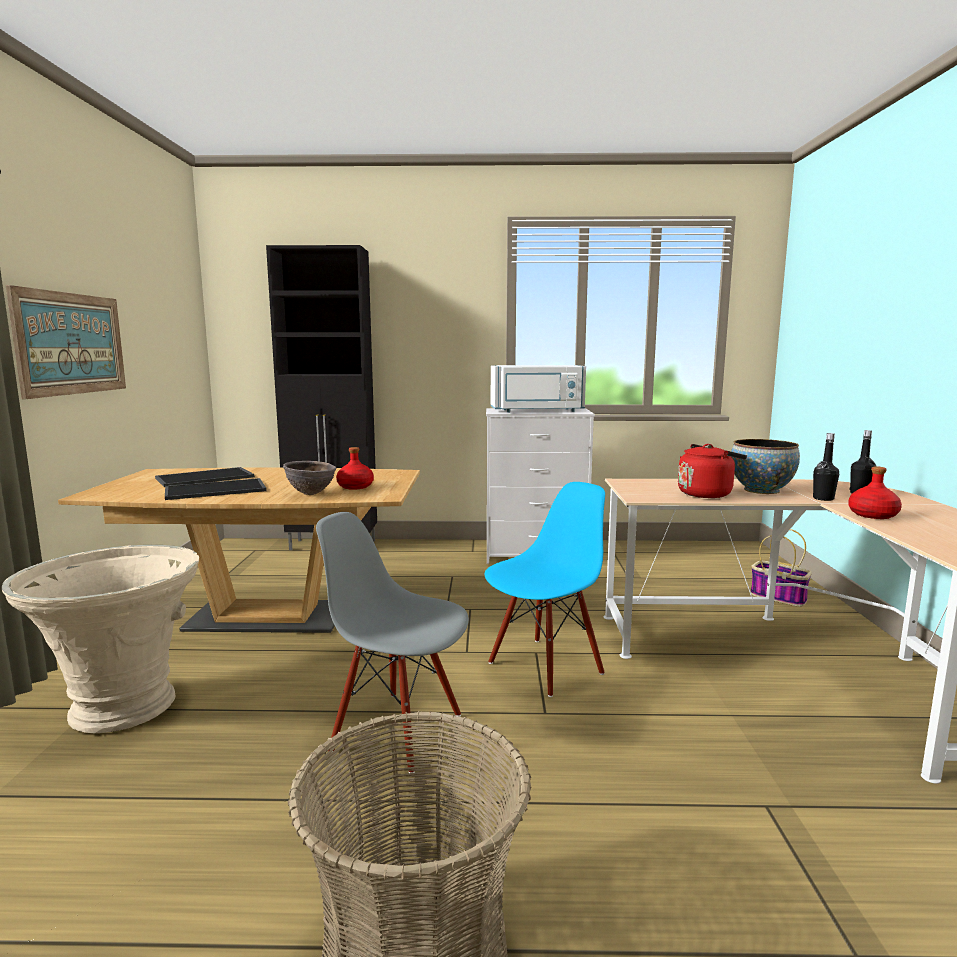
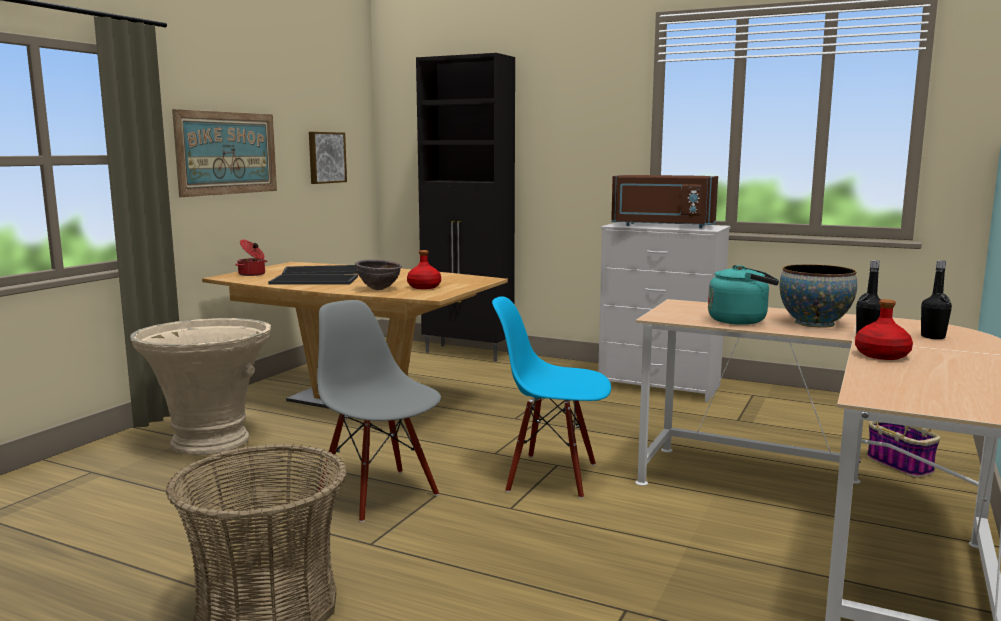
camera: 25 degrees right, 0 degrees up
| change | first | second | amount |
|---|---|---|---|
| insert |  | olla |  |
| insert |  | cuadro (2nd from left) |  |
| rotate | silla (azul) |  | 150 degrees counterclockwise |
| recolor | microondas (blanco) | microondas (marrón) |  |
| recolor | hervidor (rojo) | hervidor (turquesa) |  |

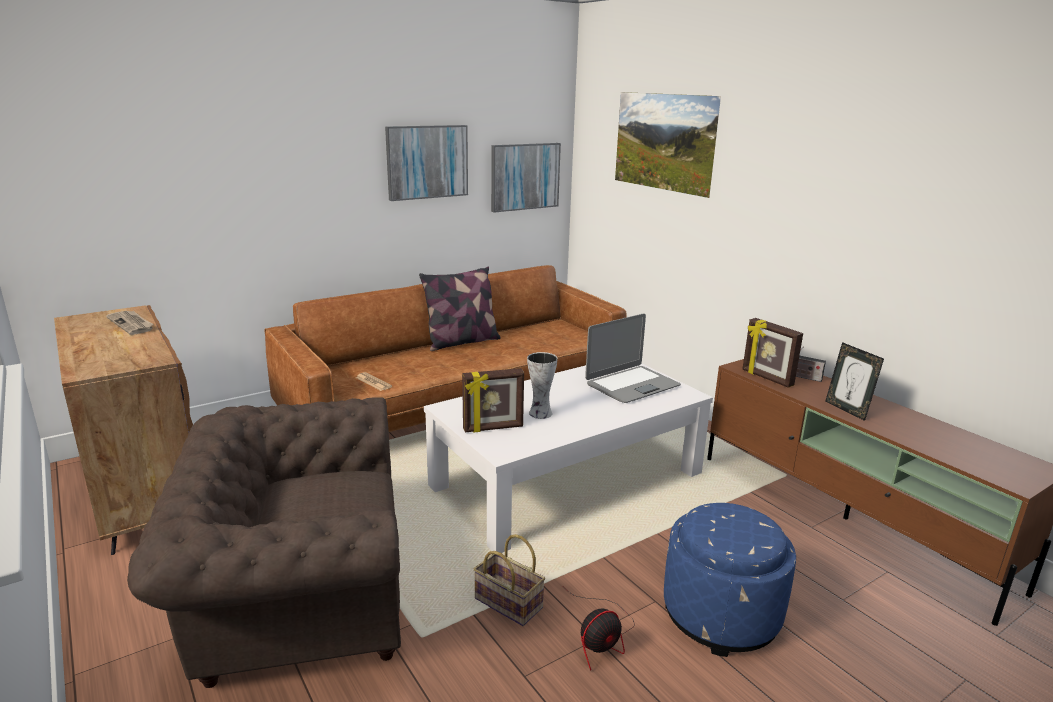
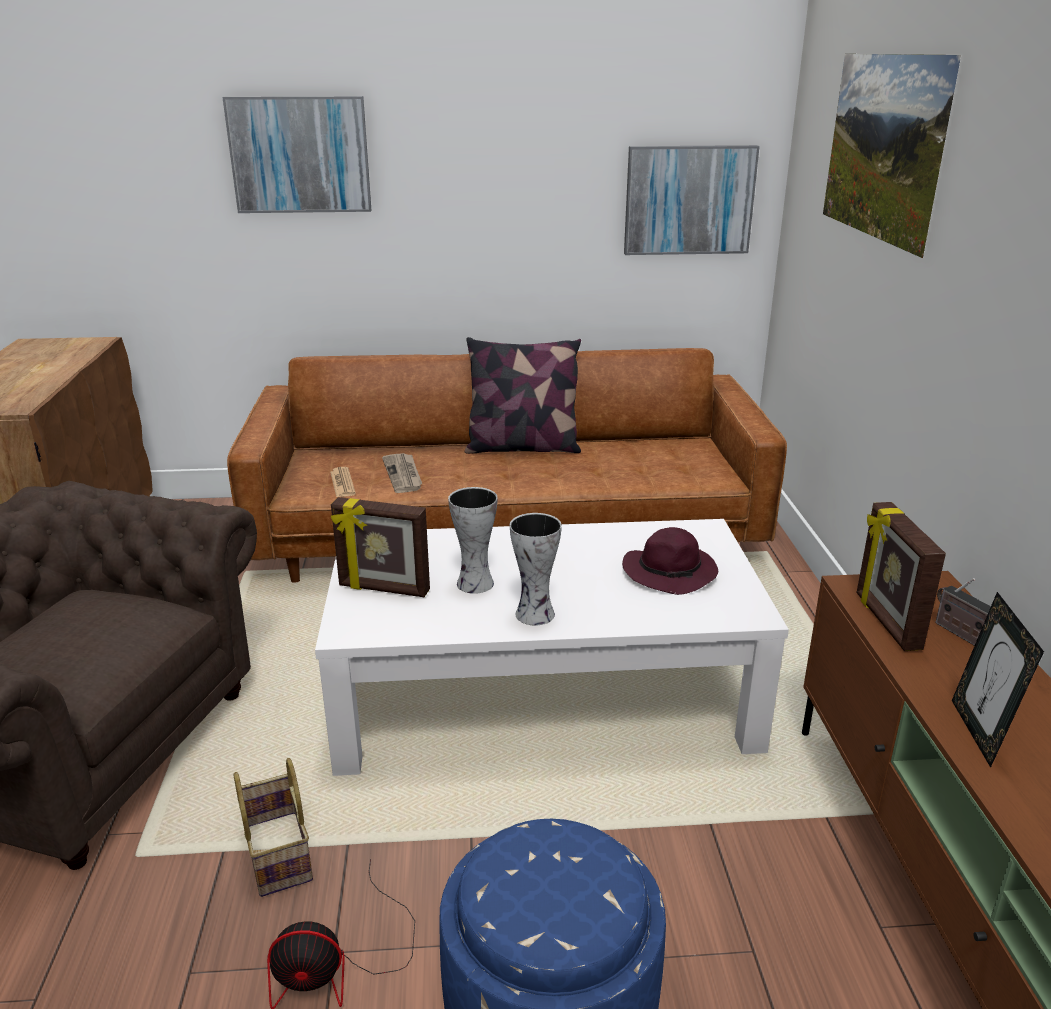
camera: 30 degrees right, 5 degrees up
| change | first | second | amount |
|---|---|---|---|
| move | cuadro (1st from left) |  |  |
| move | periódico (1st from left in the first image) | periódico (2nd from left) |  |
| insert |  | florero (2nd from left) |  |
| replace | portátil | sombrero (morado) |  |

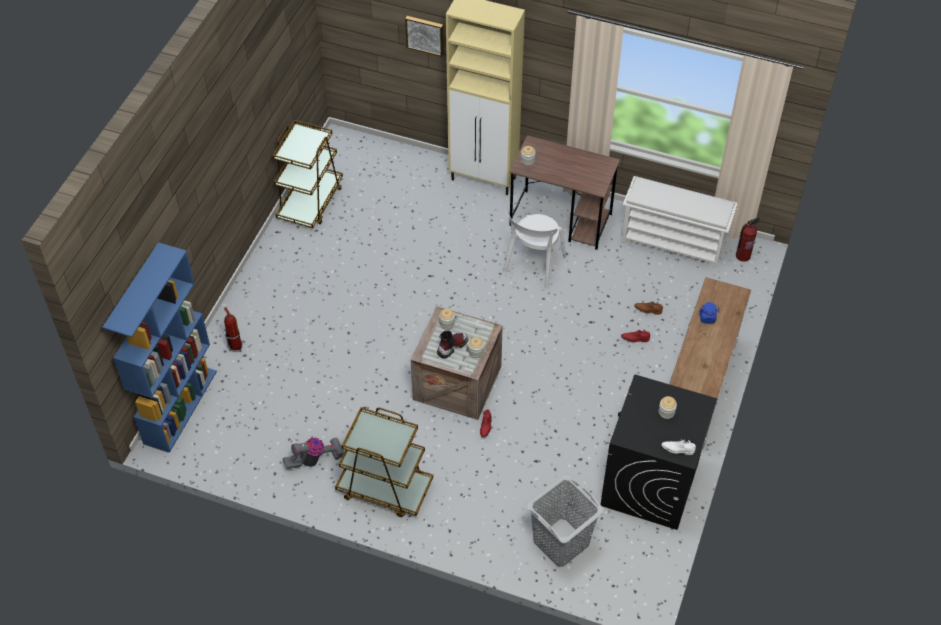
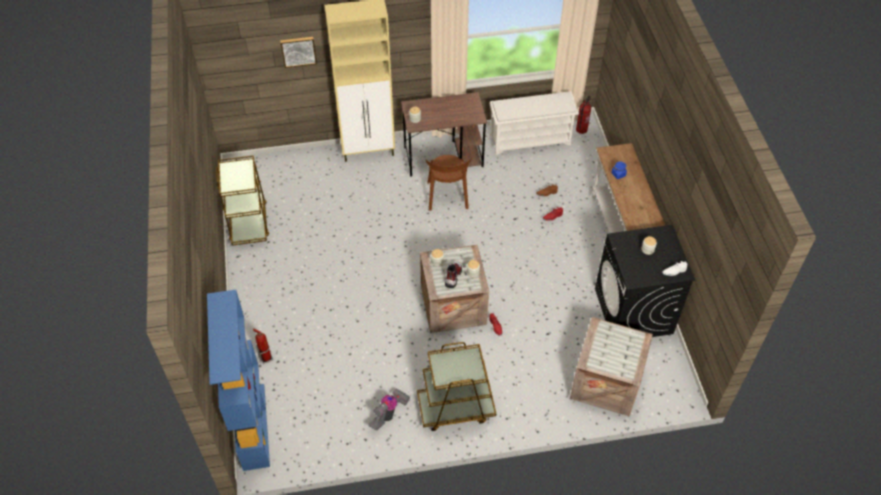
camera: 30 degrees left, 0 degrees up
| change | first | second | amount |
|---|---|---|---|
| recolor | silla (blanco) | silla (marrón) |  |
| replace | cesto de la ropa (gris) | caja de embalaje (2nd from left) |  |

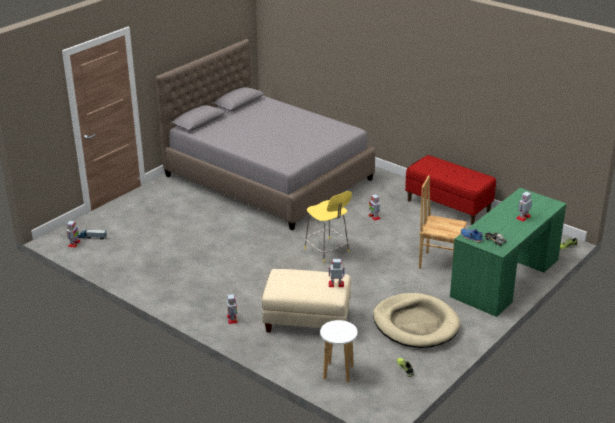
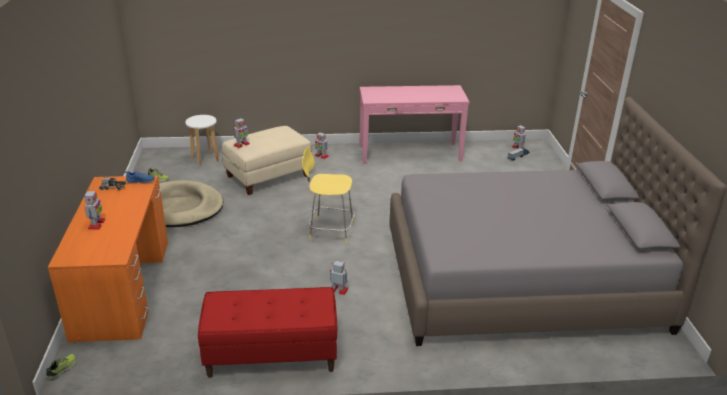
camera: 135 degrees right, 0 degrees up
| change | first | second | amount |
|---|---|---|---|
| recolor | escritorio (verde) | escritorio (naranja) |  |
| insert |  | mesa consola (rosa) |  |
| delete | silla (marrón) |  |  |

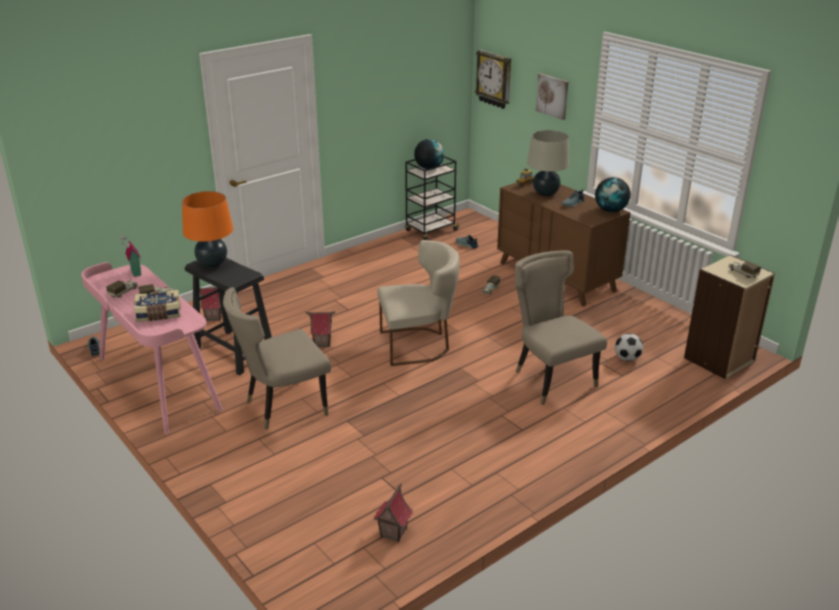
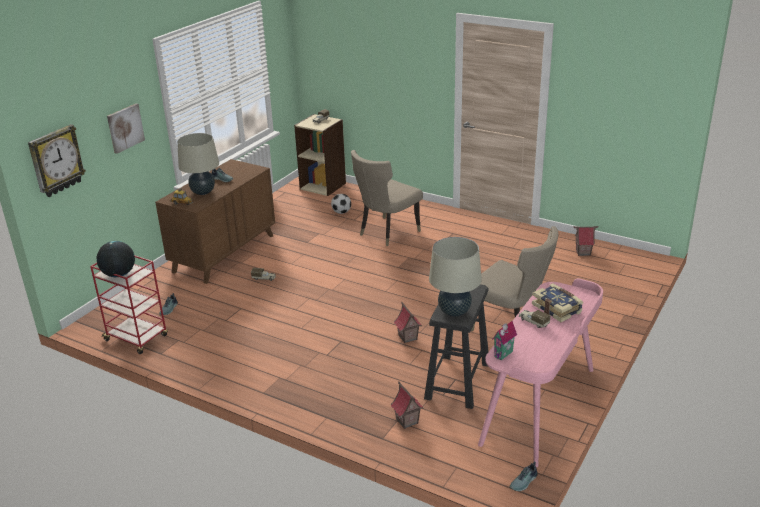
camera: 110 degrees left, 0 degrees up
| change | first | second | amount |
|---|---|---|---|
| recolor | carrito (negro) | carrito (rojo) |  |
| recolor | lámpara de mesa (naranja) | lámpara de mesa (beis) (2nd from left) |  |
| delete | camión de juguete (1st from left) |  |  |
| delete | silla (beis) (2nd from left) |  |  |
| delete | globo terráqueo (2nd from left) |  |  |

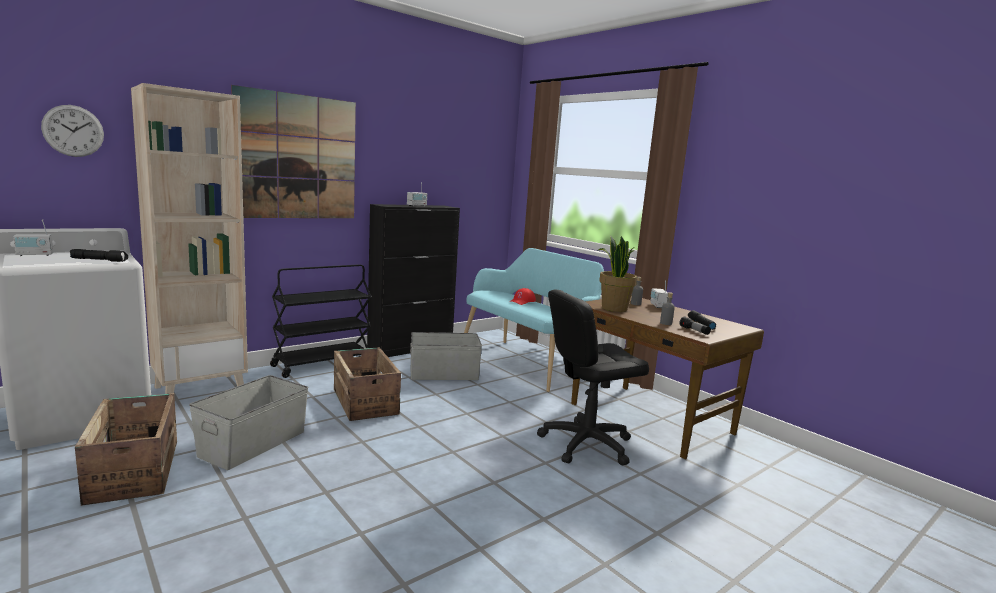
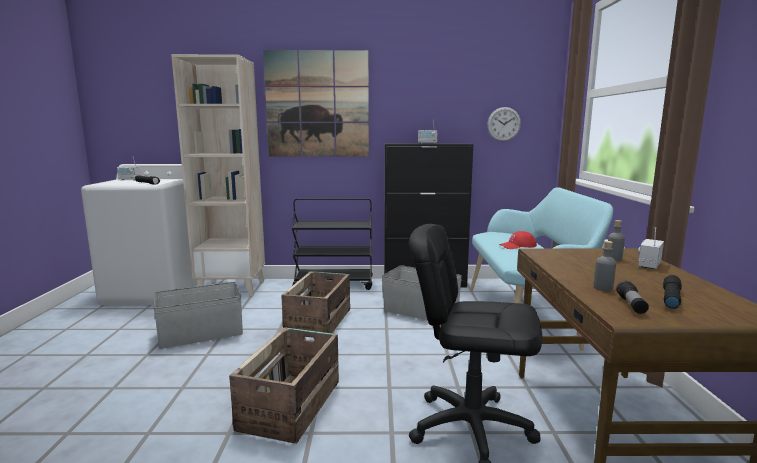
camera: 40 degrees right, 0 degrees up
| change | first | second | amount |
|---|---|---|---|
| move | caja de embalaje (1st from left) |  |  |
| move | reloj de pared |  |  |
| delete | planta en maceta |  |  |

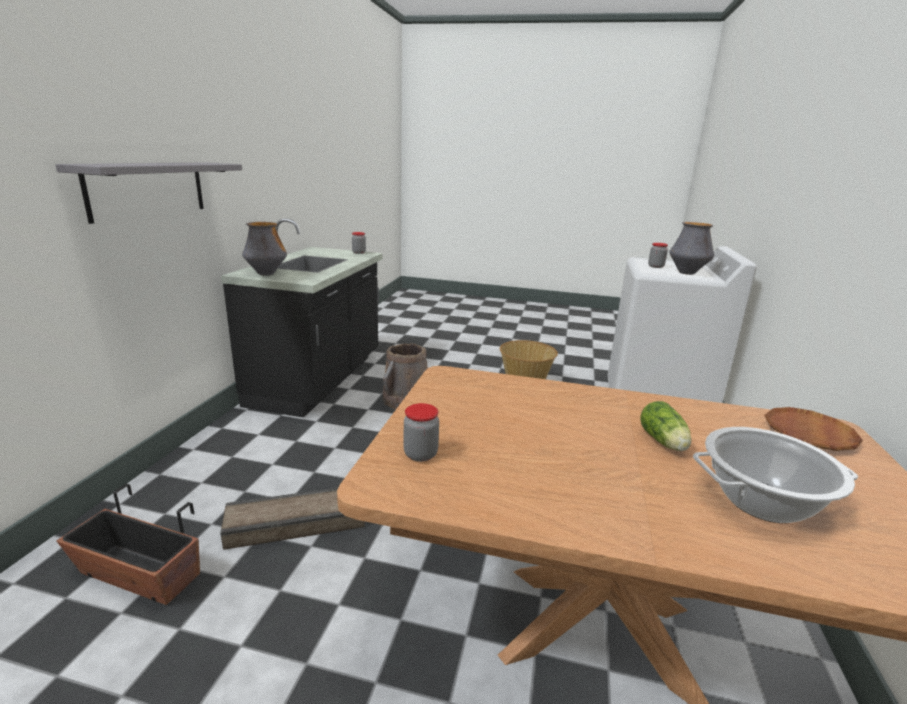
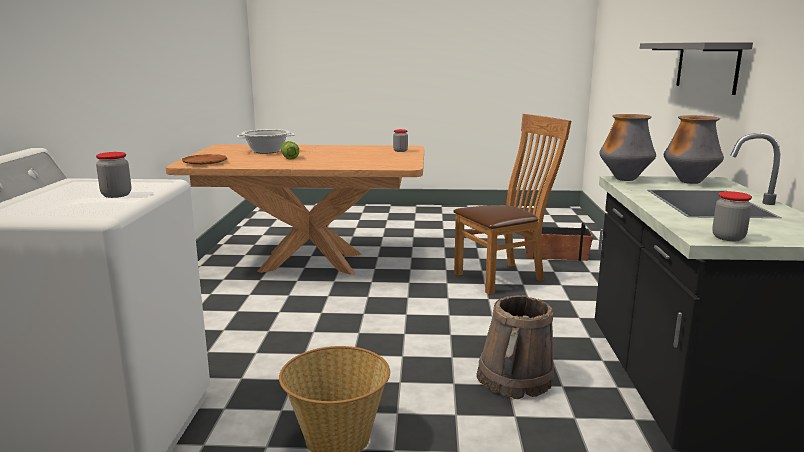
camera: 170 degrees right, 5 degrees down
| change | first | second | amount |
|---|---|---|---|
| replace | caja de embalaje | silla (marrón) |  |
| move | florero (2nd from left in the first image) | florero (1st from left) |  |

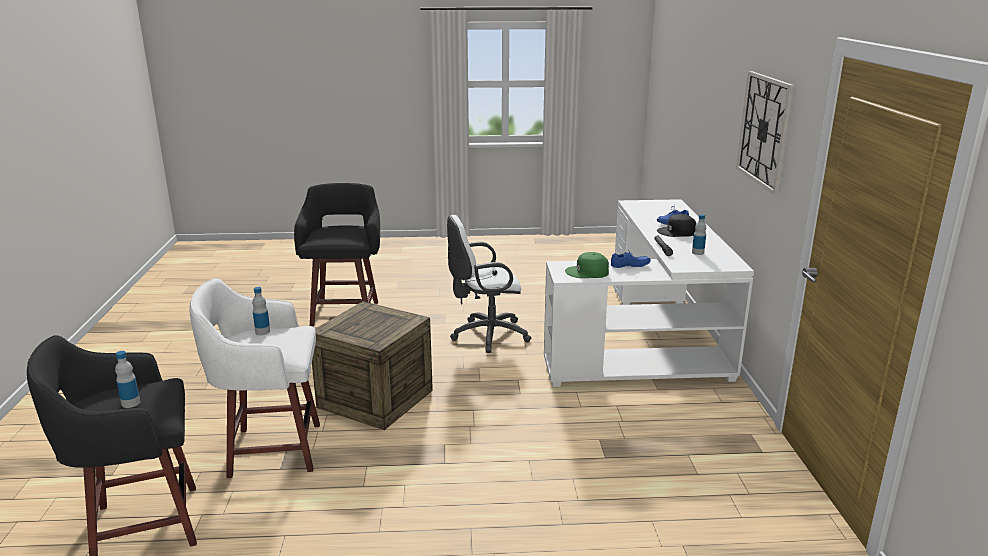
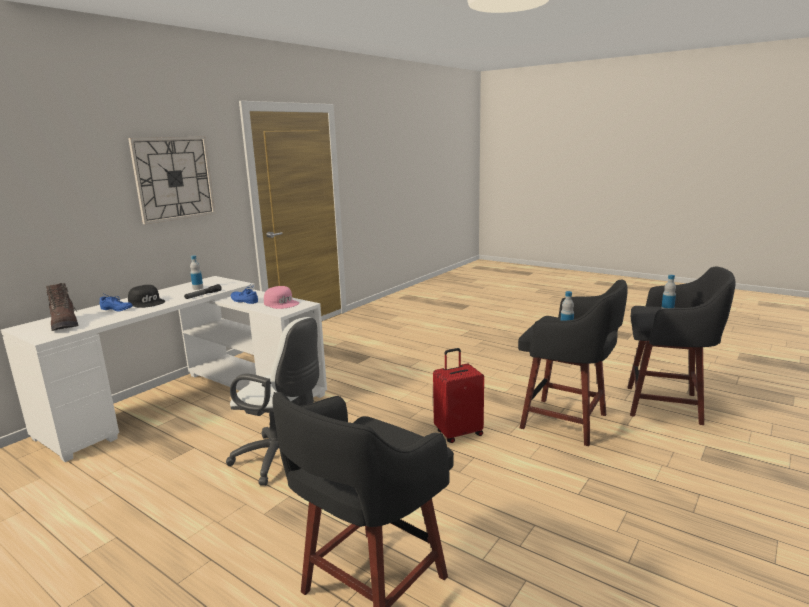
camera: 140 degrees left, 5 degrees down
| change | first | second | amount |
|---|---|---|---|
| insert |  | bota (marrón) |  |
| recolor | gorra (verde) | gorra (rosa) |  |
| replace | caja de embalaje | maleta (rojo) |  |
| recolor | taburete (blanco) | taburete (negro) (2nd from left) |  |

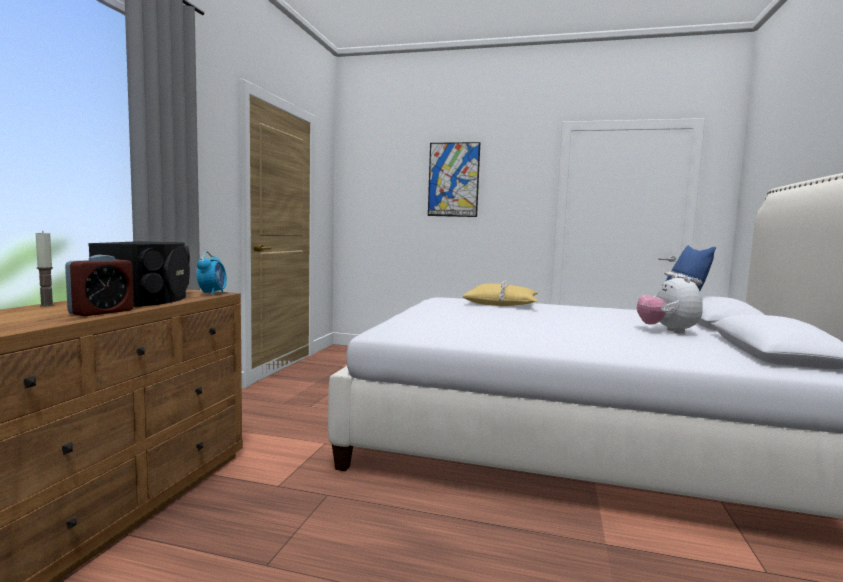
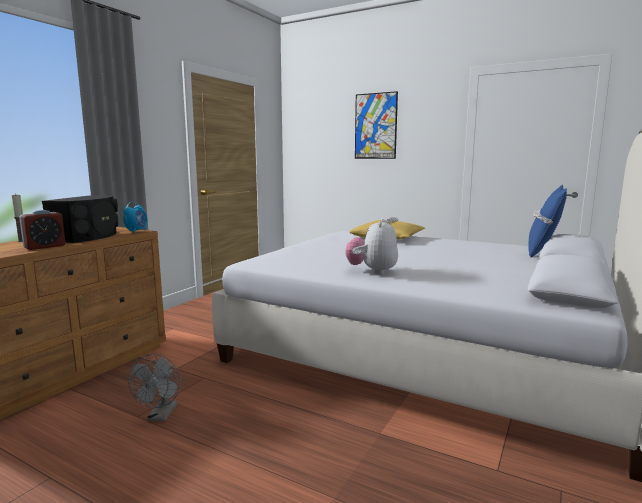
camera: 15 degrees right, 5 degrees up
| change | first | second | amount |
|---|---|---|---|
| insert |  | ventilador (gris) |  |
| move | peluche |  |  |

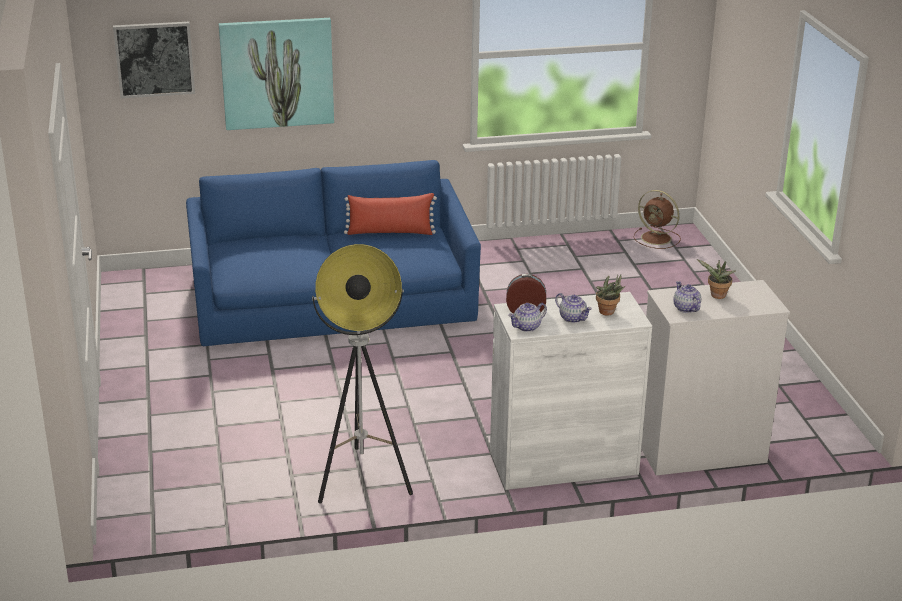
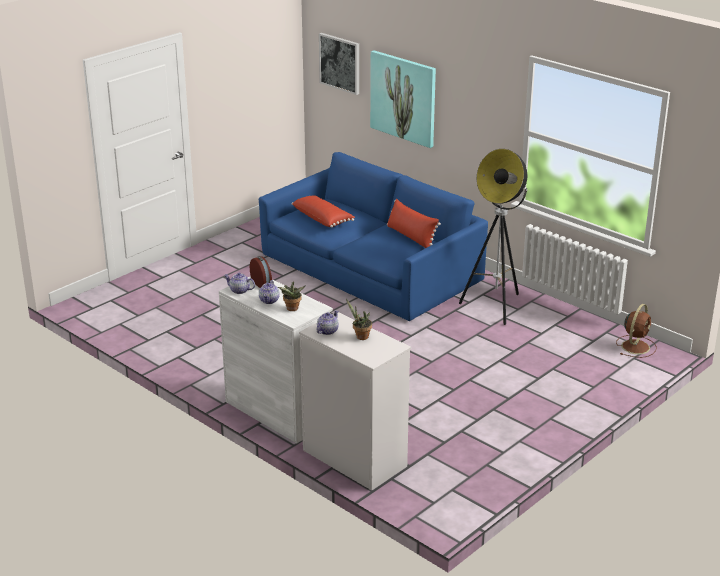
camera: 55 degrees right, 0 degrees up
| change | first | second | amount |
|---|---|---|---|
| insert |  | cojín (rojo) (1st from left) |  |
| move | lámpara de pie |  |  |
| rotate | ventilador (marrón) |  | 150 degrees counterclockwise |

